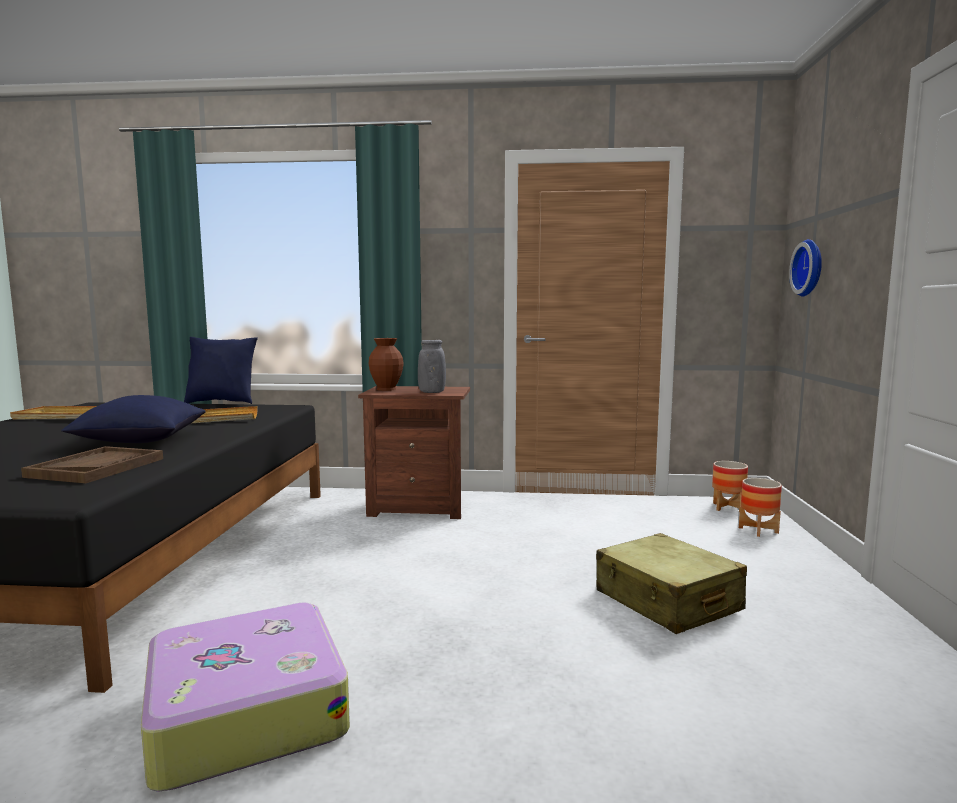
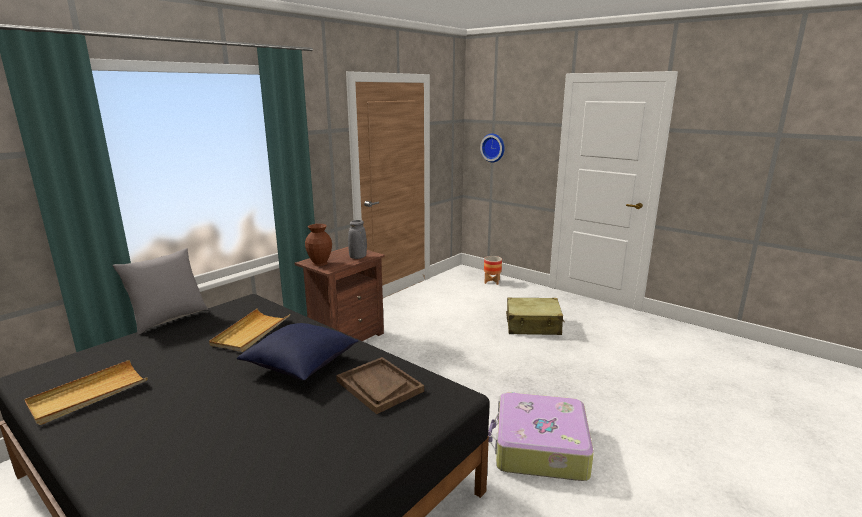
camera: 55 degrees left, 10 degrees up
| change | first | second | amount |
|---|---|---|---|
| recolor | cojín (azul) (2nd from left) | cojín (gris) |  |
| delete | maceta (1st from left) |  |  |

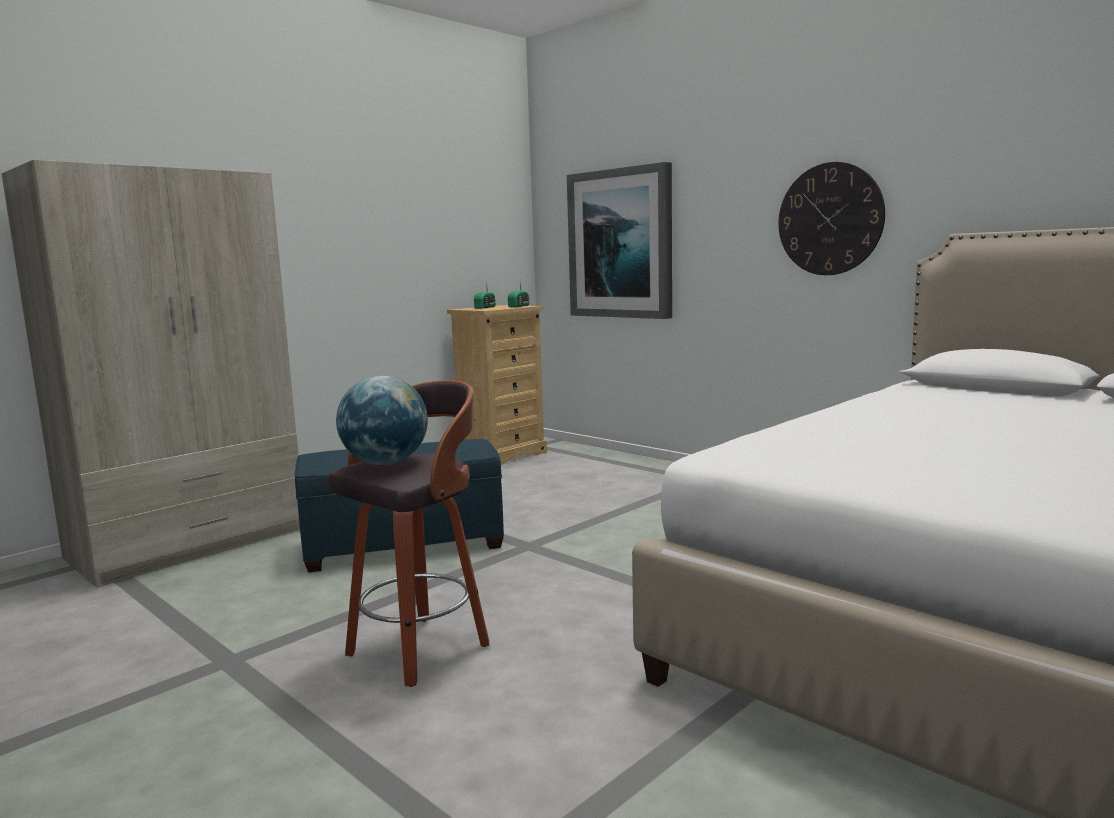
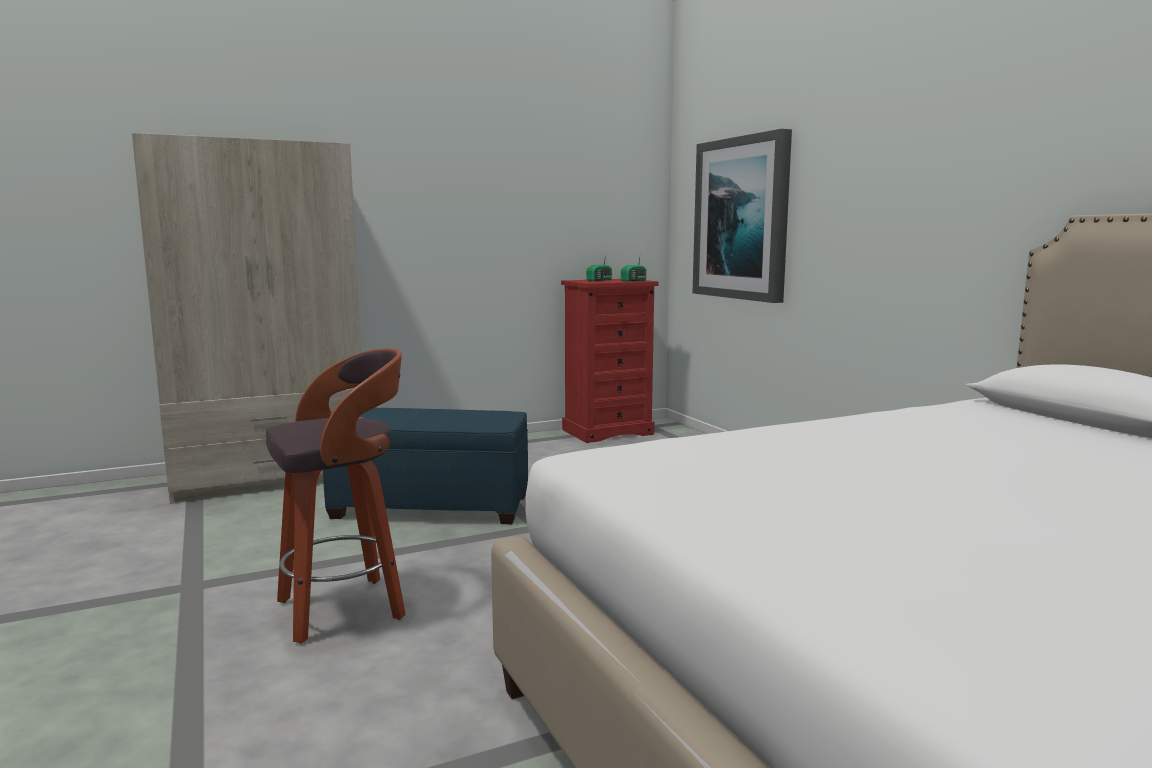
camera: 20 degrees right, 0 degrees up
| change | first | second | amount |
|---|---|---|---|
| recolor | cómoda (beis) | cómoda (rojo) |  |
| delete | globo terráqueo |  |  |
| delete | reloj de pared |  |  |

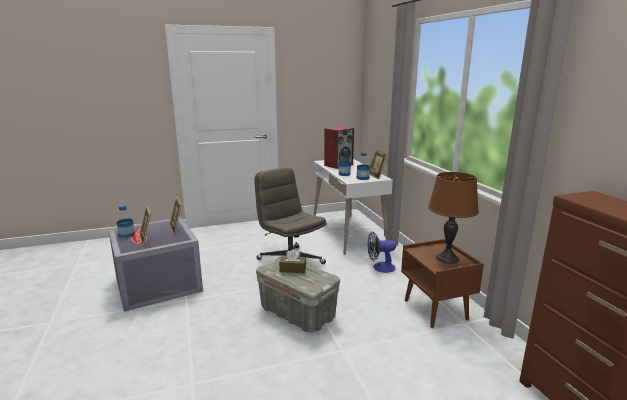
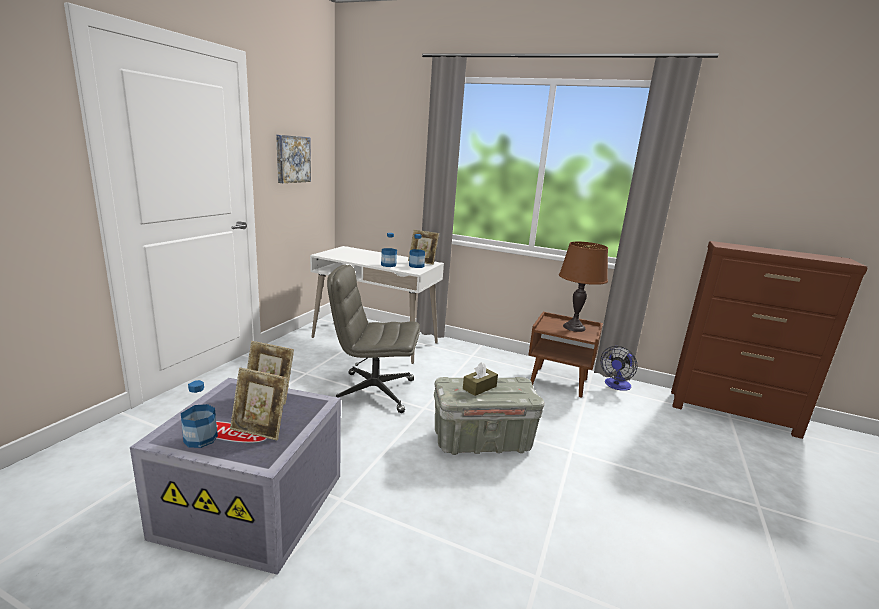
camera: 50 degrees left, 0 degrees up
| change | first | second | amount |
|---|---|---|---|
| insert |  | cuadro |  |
| move | ventilador |  |  |
| delete | altavoz |  |  |

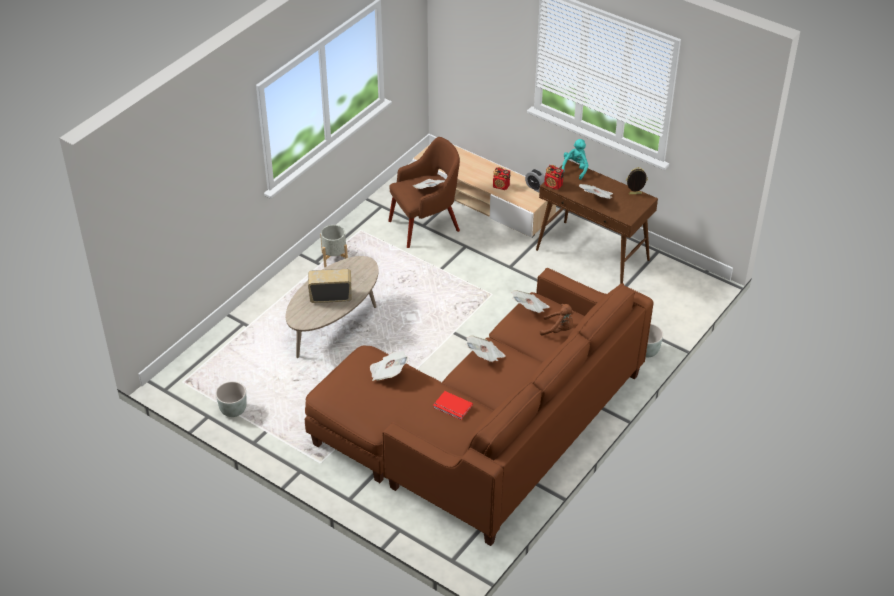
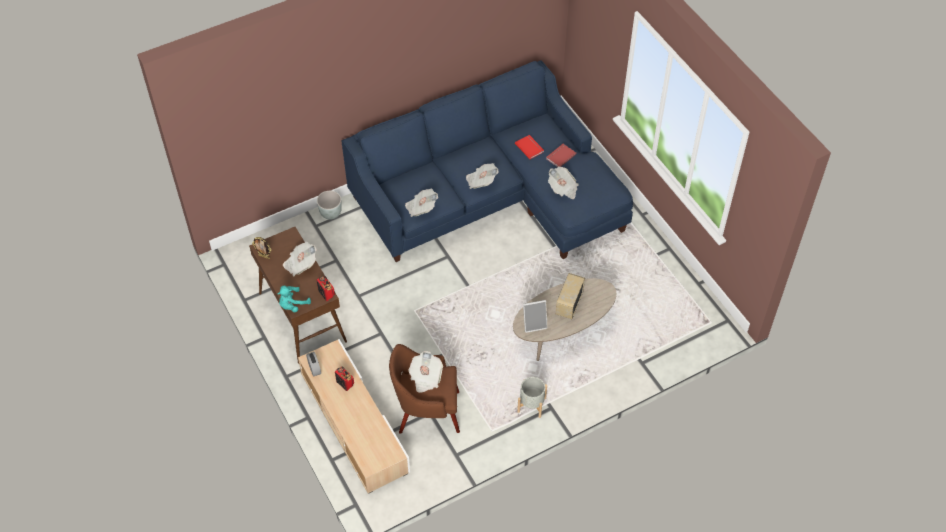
camera: 155 degrees left, 10 degrees up
| change | first | second | amount |
|---|---|---|---|
| recolor | sofá (marrón) | sofá (azul) |  |
| insert |  | portarretratos (2nd from left) |  |
| insert |  | libro (rojo) (2nd from left) |  |
| rotate | radio (1st from left in the first image) | radio (3rd from left) | 90 degrees clockwise |
| delete | maceta (gris) (1st from left) |  |  |
| delete | peluche (marrón) |  |  |

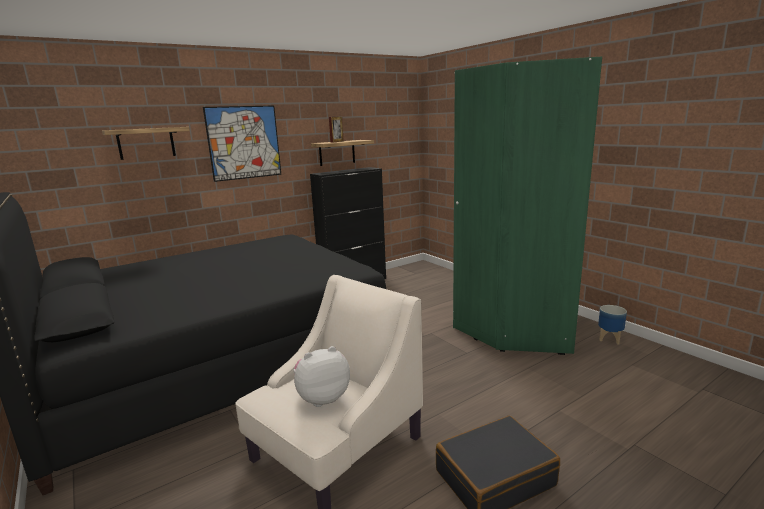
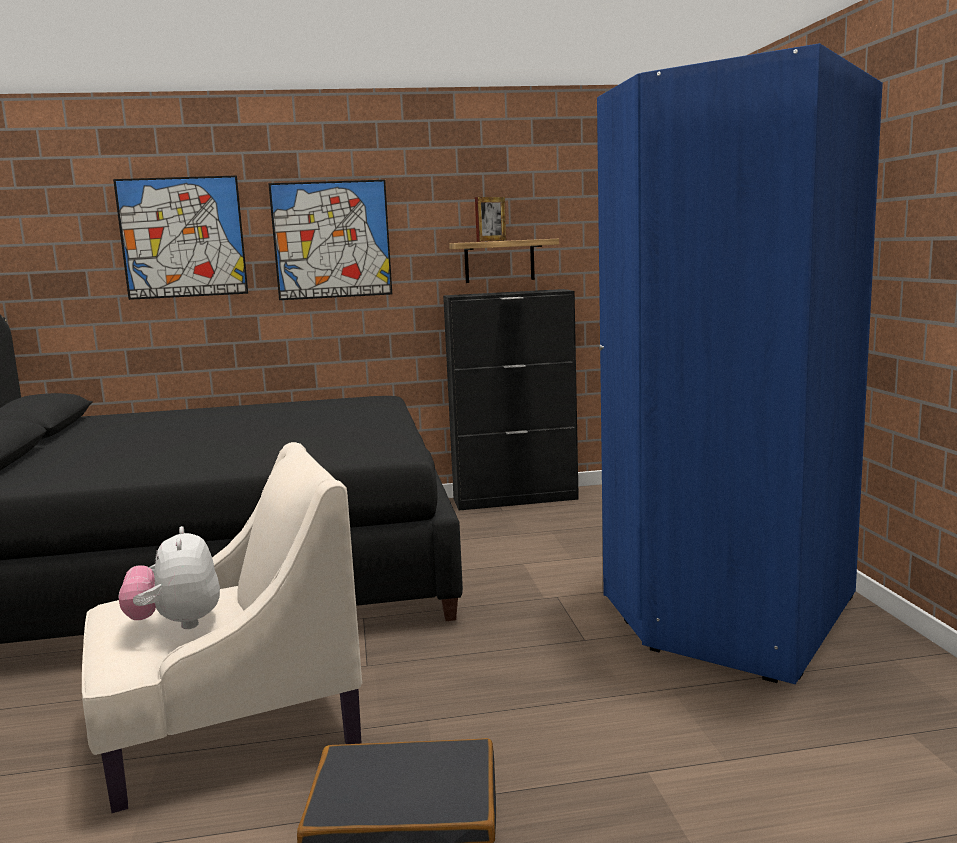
camera: 25 degrees right, 5 degrees down
| change | first | second | amount |
|---|---|---|---|
| replace | estante (1st from left) | cuadro (1st from left) |  |
| rotate | peluche |  | 105 degrees counterclockwise |
| recolor | armario ropero (verde) | armario ropero (azul) |  |
| delete | maceta |  |  |

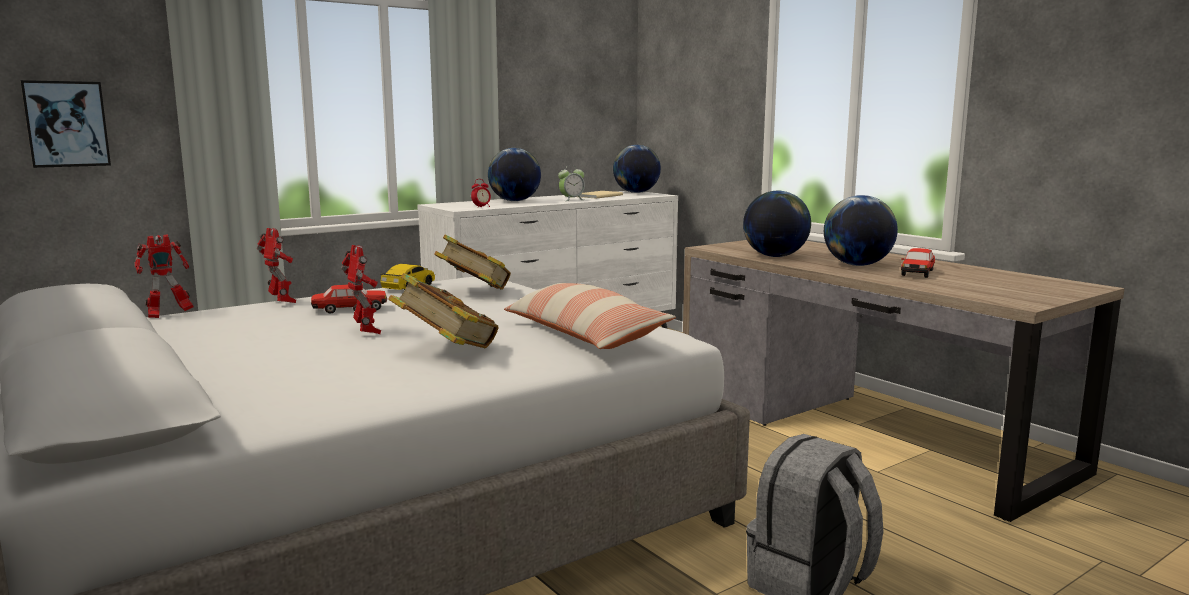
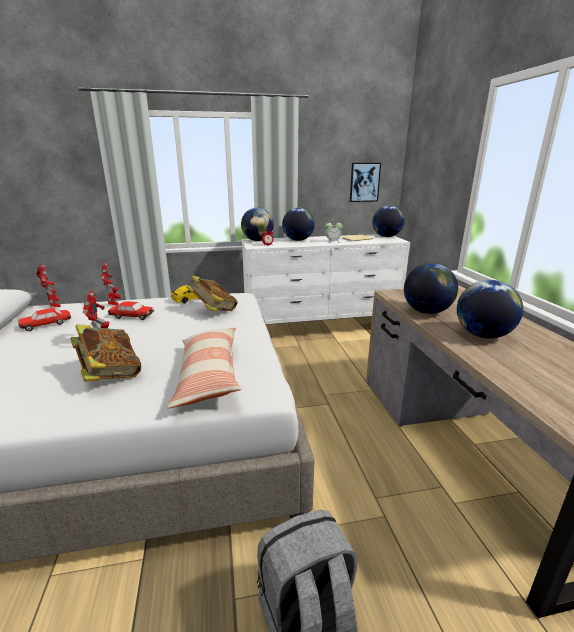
camera: 25 degrees right, 10 degrees up
| change | first | second | amount |
|---|---|---|---|
| move | coche de juguete (3rd from left in the first image) | coche de juguete (1st from left) |  |
| rotate | robot de juguete (1st from left) |  | 120 degrees counterclockwise |
| insert |  | globo terráqueo (1st from left) |  |
| move | cuadro |  |  |

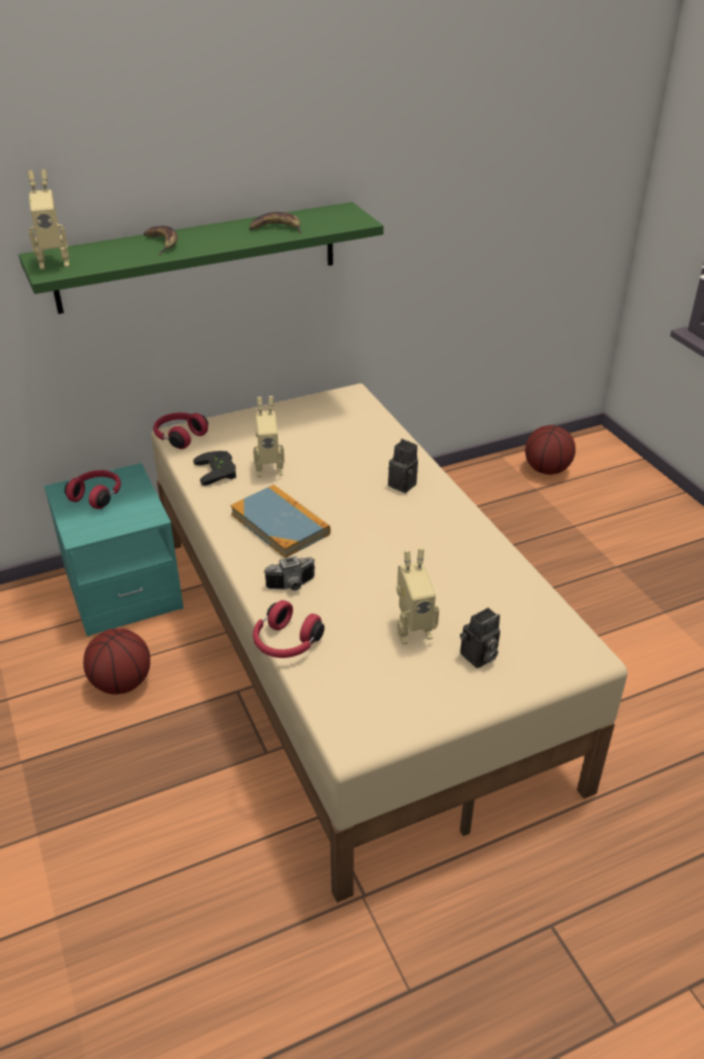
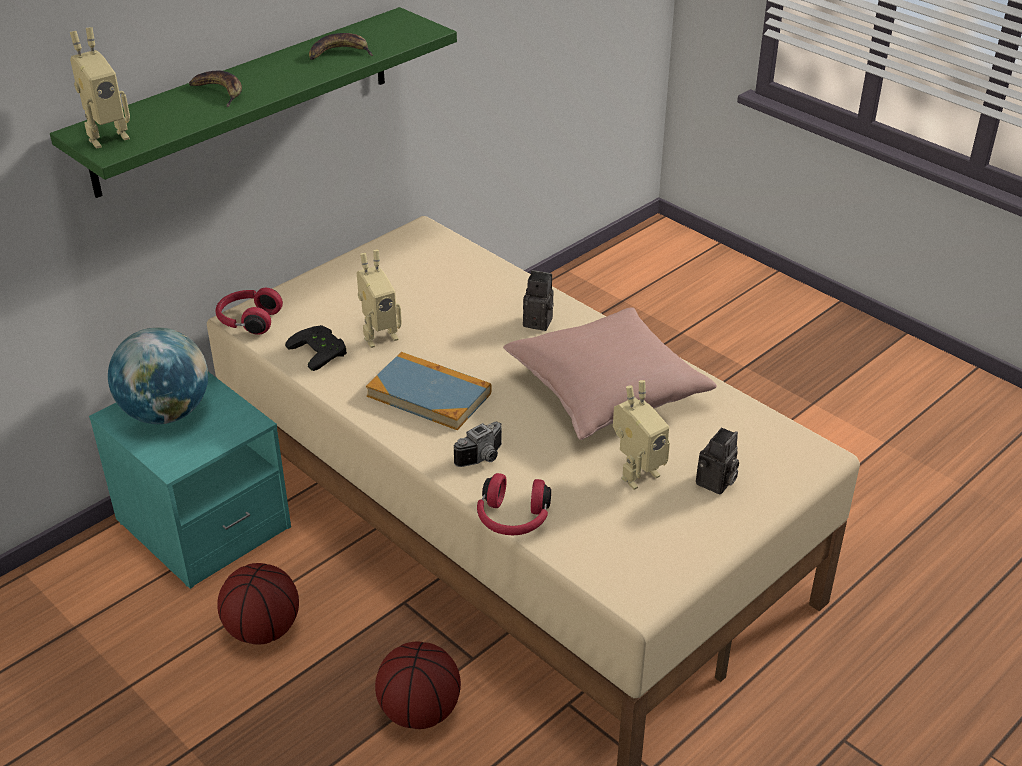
camera: 20 degrees left, 0 degrees up
| change | first | second | amount |
|---|---|---|---|
| replace | auriculares (rojo) (1st from left) | globo terráqueo |  |
| move | balón de baloncesto (2nd from left) |  |  |
| insert |  | cojín (rosa) |  |

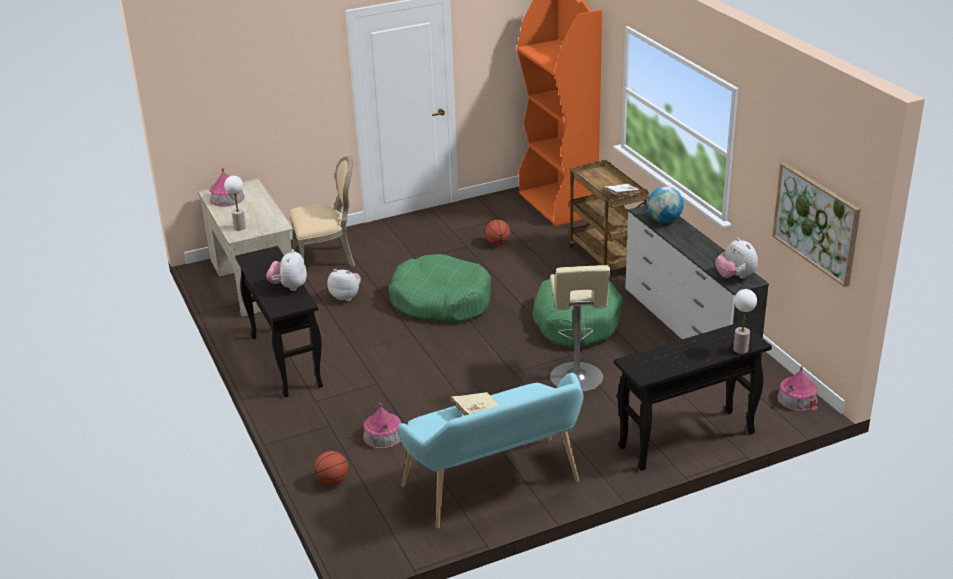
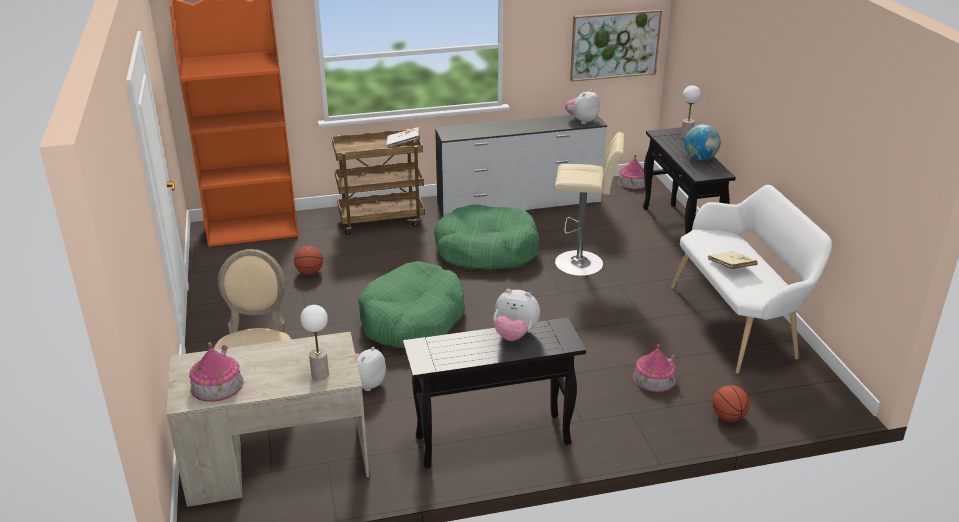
camera: 80 degrees left, 0 degrees up
| change | first | second | amount |
|---|---|---|---|
| rotate | peluche (3rd from left) |  | 150 degrees clockwise |
| recolor | banco (turquesa) | banco (blanco) |  |
| move | globo terráqueo |  |  |

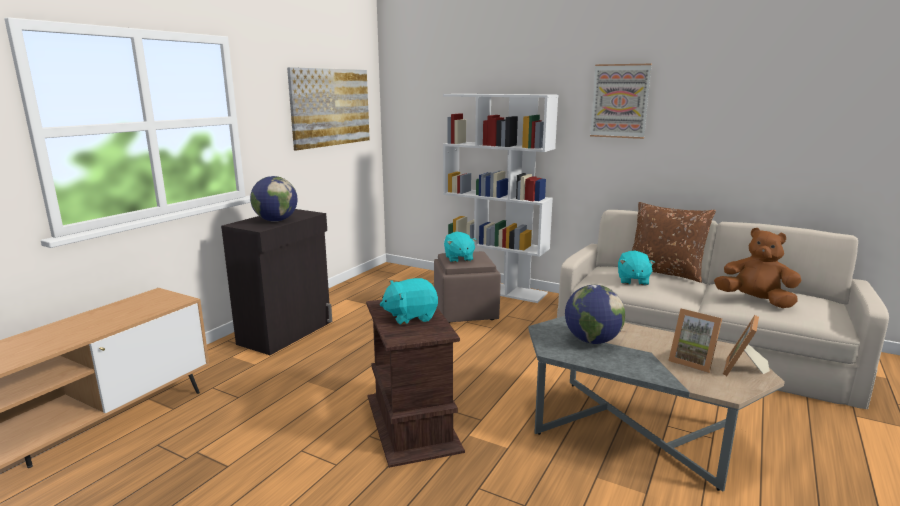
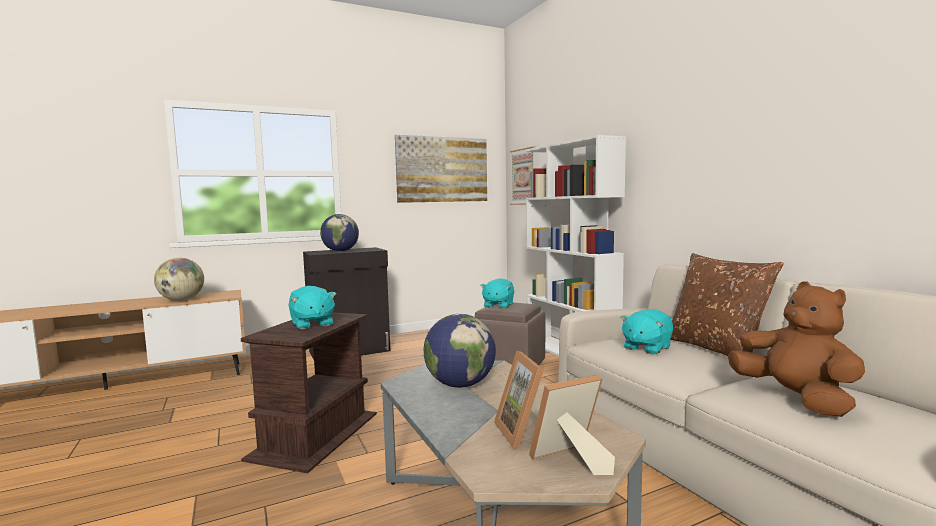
camera: 35 degrees right, 10 degrees down
| change | first | second | amount |
|---|---|---|---|
| insert |  | globo terráqueo (1st from left) |  |
| rotate | peluche (turquesa) (1st from left) |  | 135 degrees counterclockwise |
| move | cuadro (2nd from left) |  |  |

